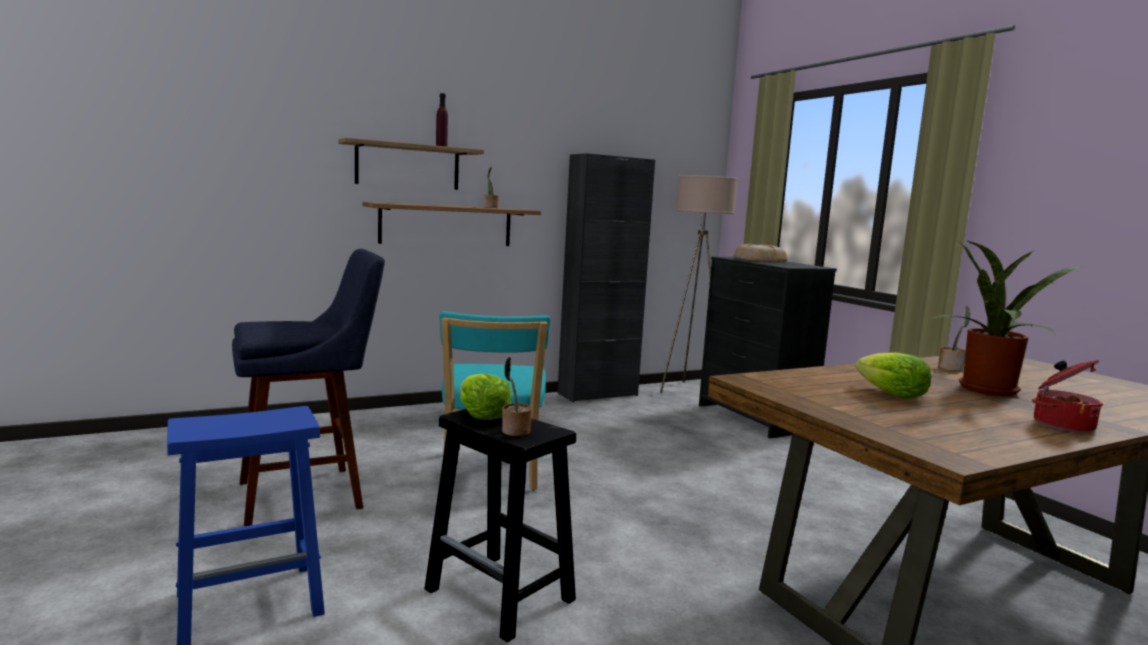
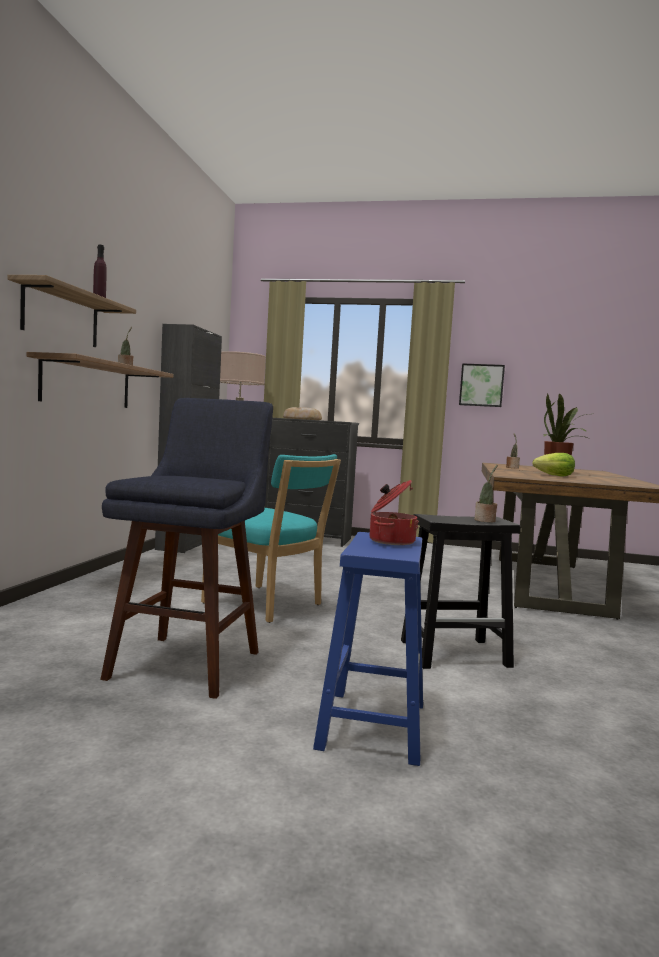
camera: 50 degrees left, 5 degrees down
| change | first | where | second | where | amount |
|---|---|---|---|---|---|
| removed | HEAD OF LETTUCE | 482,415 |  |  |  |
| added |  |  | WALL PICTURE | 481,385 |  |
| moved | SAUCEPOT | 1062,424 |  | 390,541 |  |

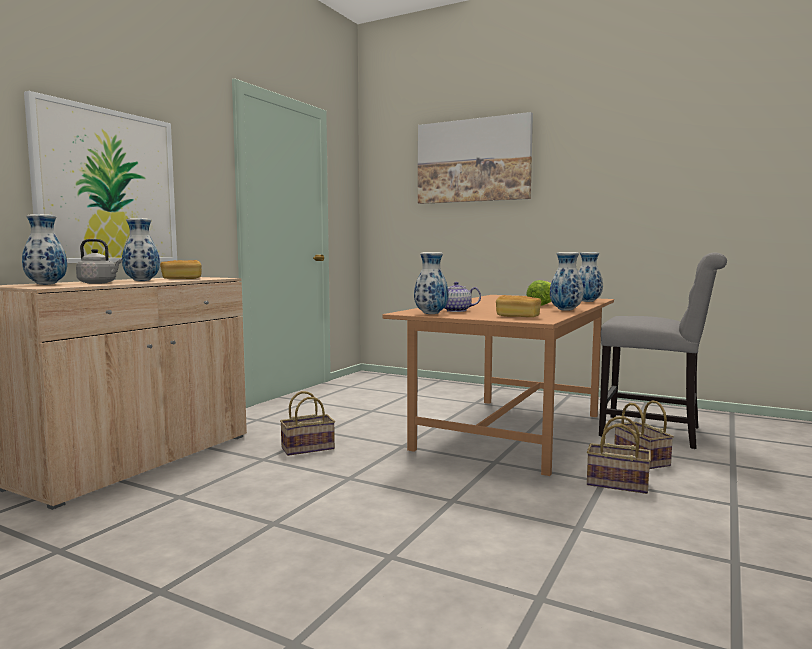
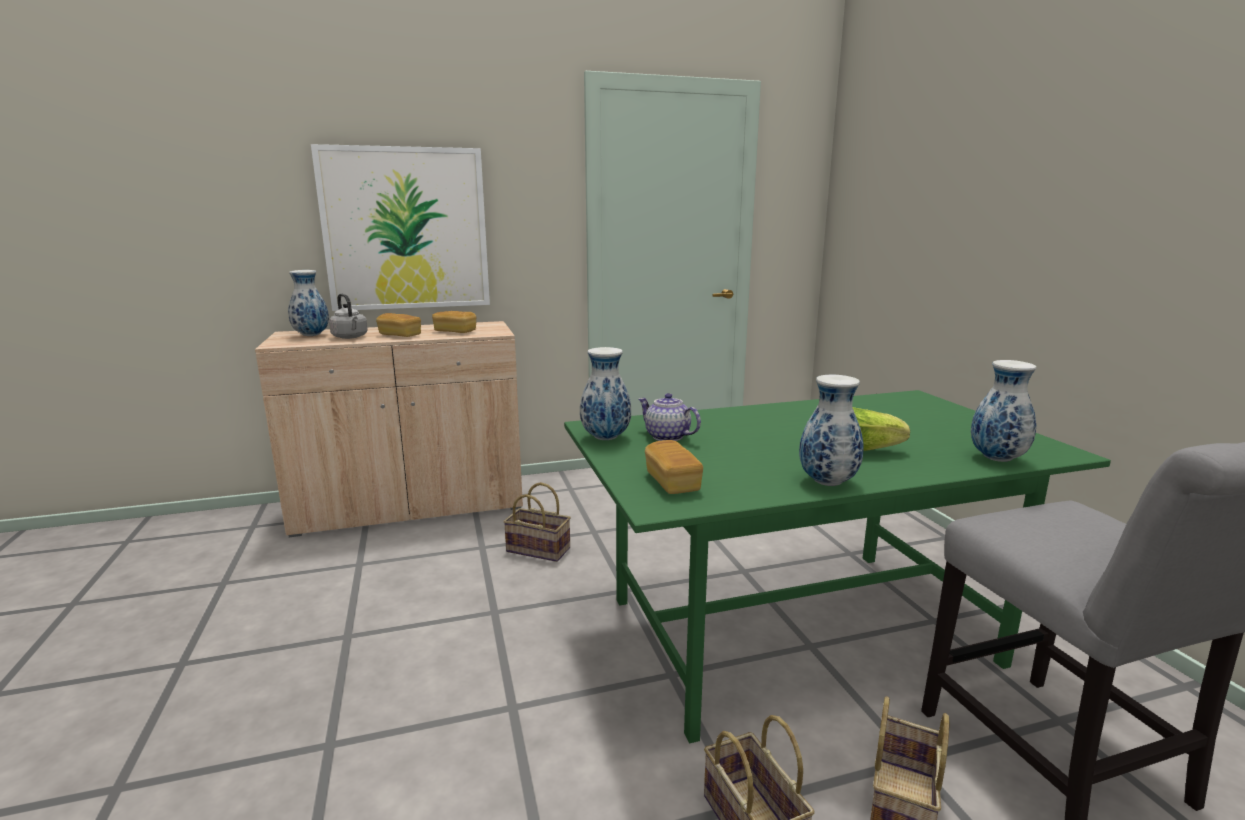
camera: 45 degrees right, 10 degrees up
| change | first | where | second | where | amount |
|---|---|---|---|---|---|
| removed | WALL PICTURE | 473,161 |  |  |  |
| replaced | VASE | 142,281 | BREAD | 400,335 |  |
| recoloured | BROWN DINING TABLE | 510,431 | GREEN-COLOURED DINING TABLE | 798,629 |  |

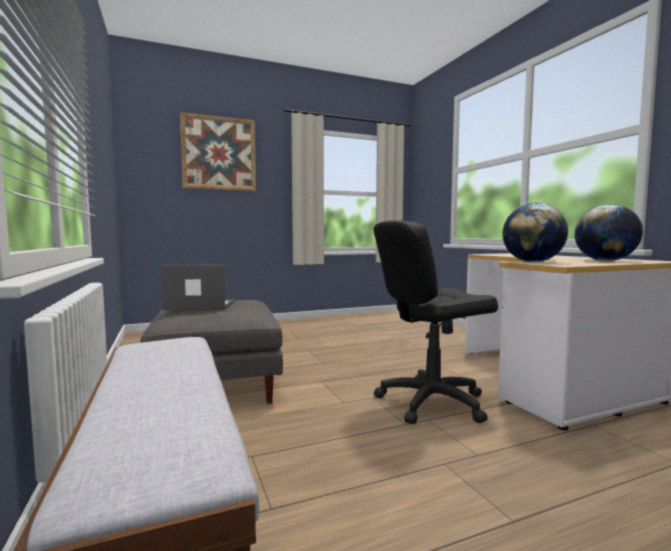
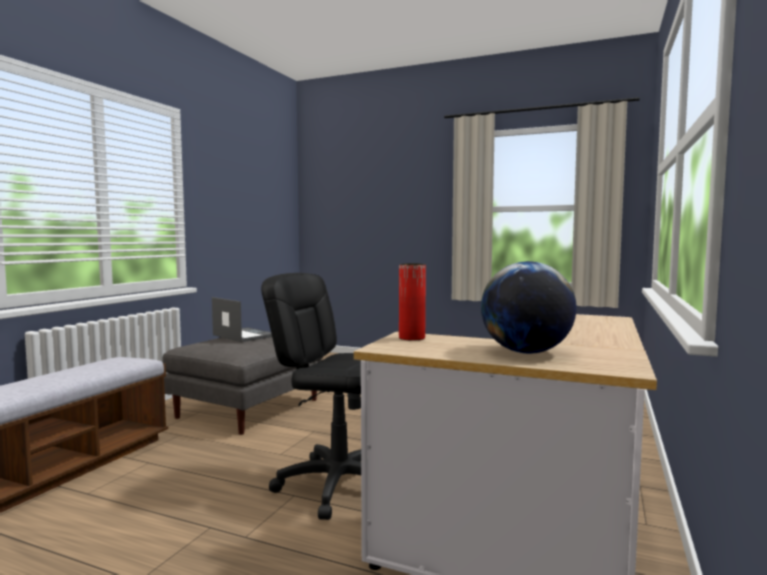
camera: 45 degrees right, 0 degrees up
| change | first | where | second | where | amount |
|---|---|---|---|---|---|
| removed | WALL PICTURE | 219,153 |  |  |  |
| replaced | DESK GLOBE | 532,262 | RED-COLOURED VASE | 412,338 |  |

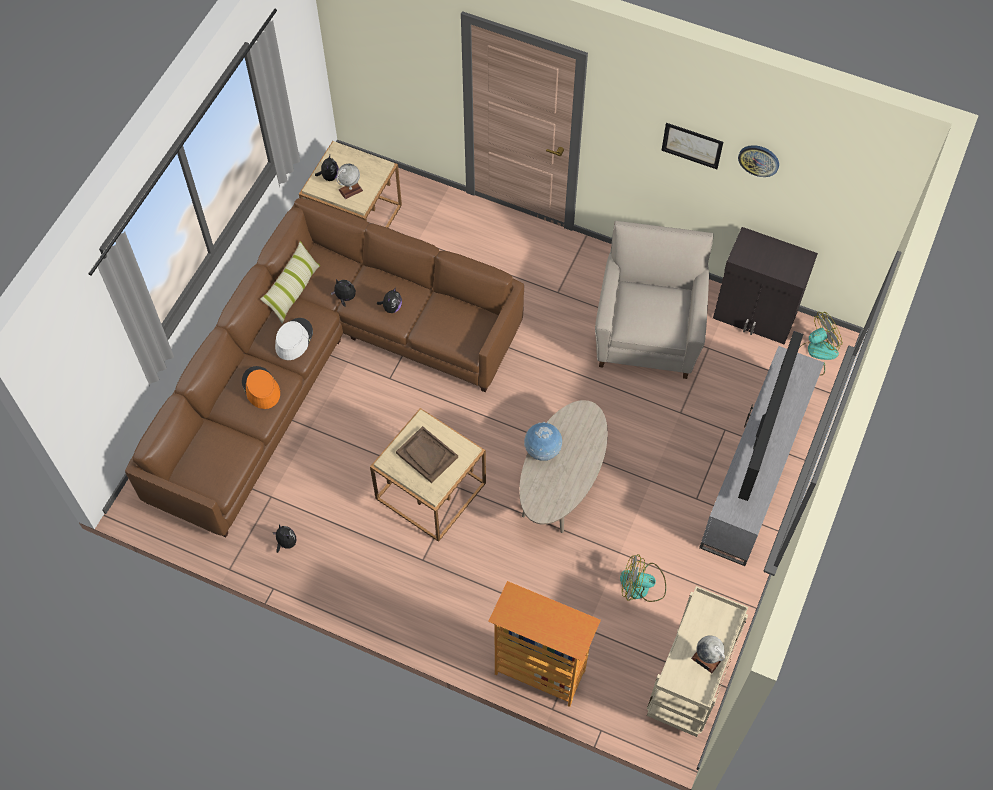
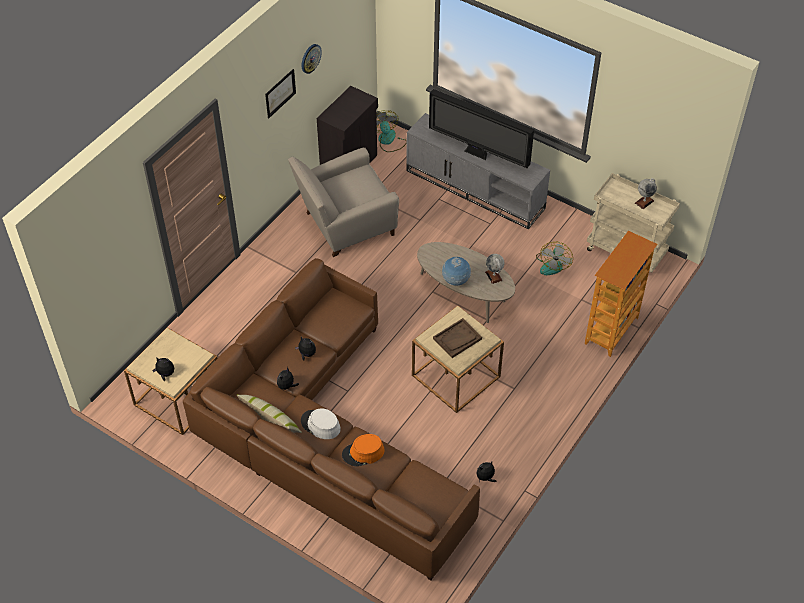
camera: 80 degrees left, 10 degrees down
| change | first | where | second | where | amount |
|---|---|---|---|---|---|
| moved | DESK GLOBE | 350,190 |  | 494,276 |  |
| turned | SAND-COLOURED EASY CHAIR | 648,330 |  | 345,225 | 45 degrees counterclockwise |

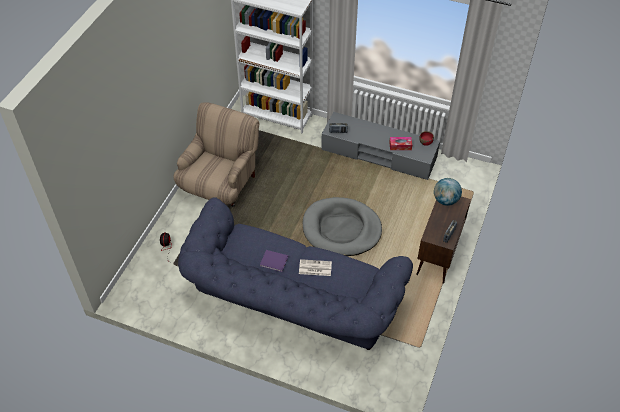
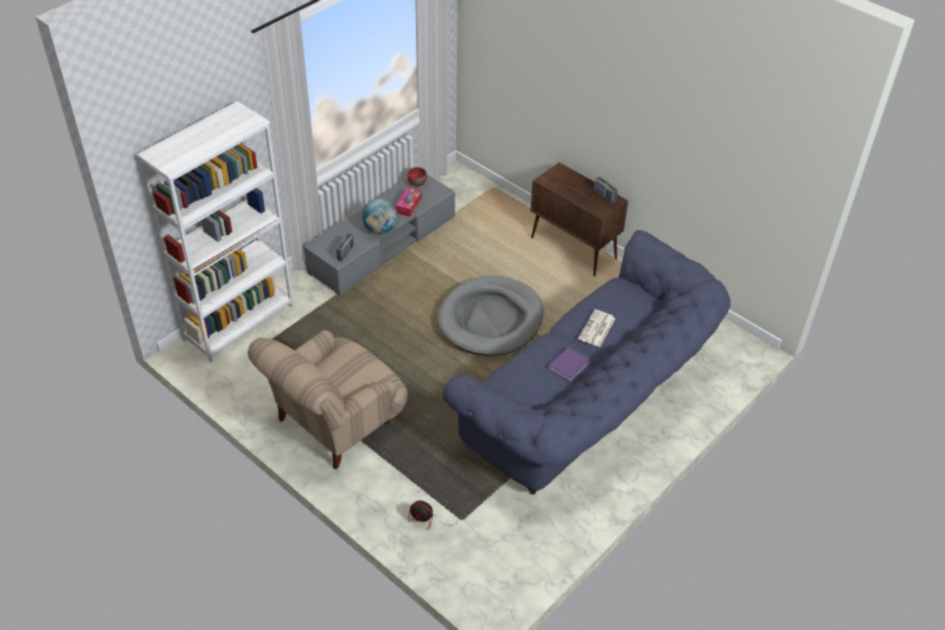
camera: 70 degrees left, 5 degrees down
| change | first | where | second | where | amount |
|---|---|---|---|---|---|
| moved | DESK GLOBE | 445,200 |  | 380,230 |  |
| turned | SAND-COLOURED EASY CHAIR | 220,184 |  | 335,424 | 90 degrees counterclockwise |

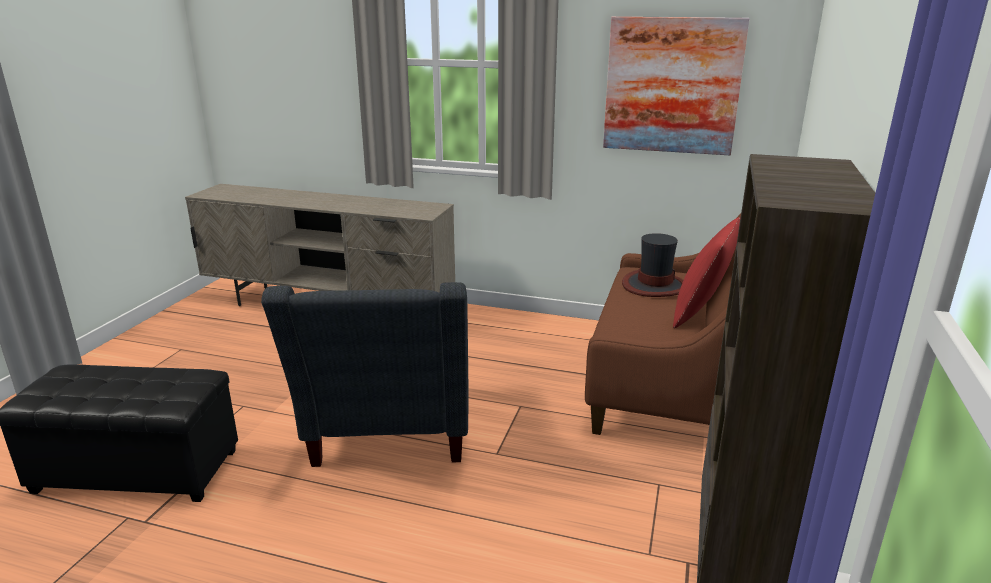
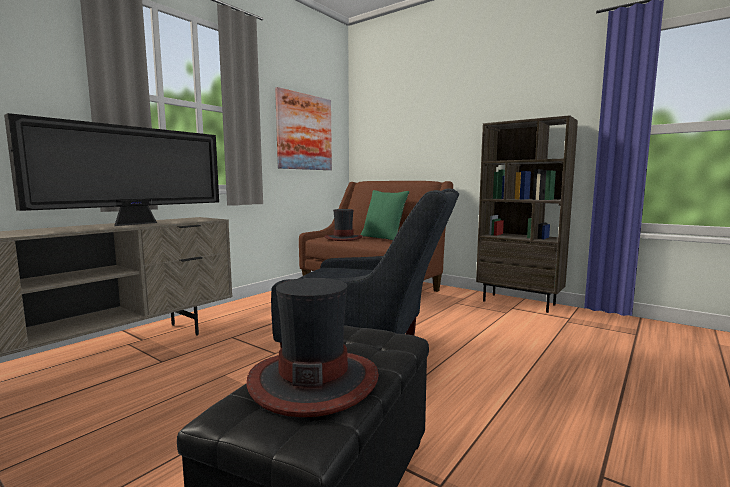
camera: 70 degrees left, 15 degrees down
| change | first | where | second | where | amount |
|---|---|---|---|---|---|
| added |  |  | TELEVISION | 137,223 |  |
| added |  |  | WEARABLE HAT | 313,380 |  |
| recoloured | RED-COLOURED PILLOW | 701,313 | GREEN-COLOURED PILLOW | 383,238 |  |

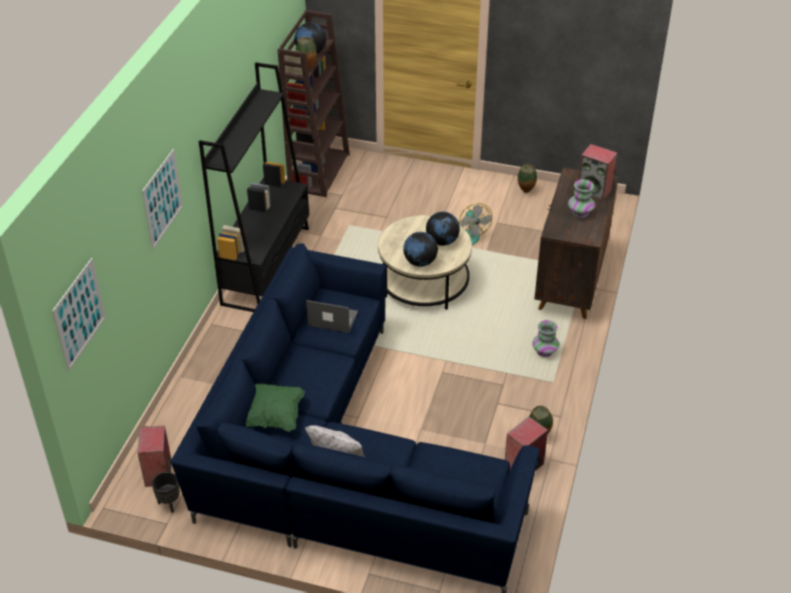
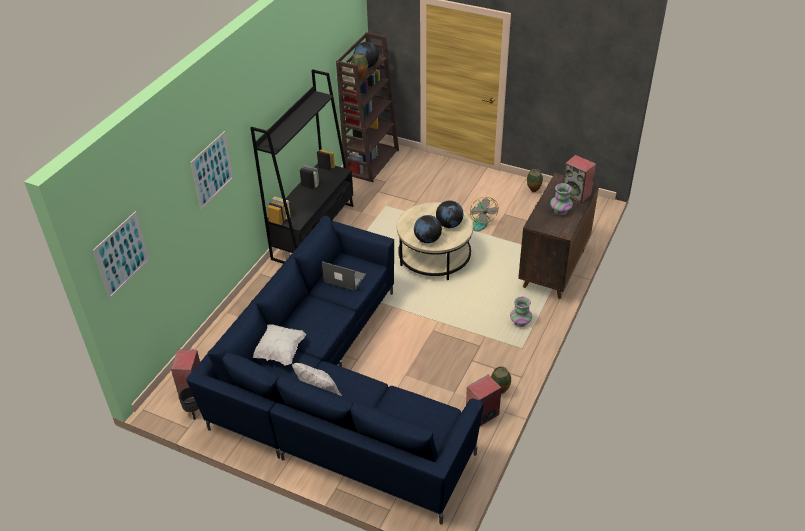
camera: 10 degrees right, 0 degrees up
| change | first | where | second | where | amount |
|---|---|---|---|---|---|
| recoloured | GREEN-COLOURED PILLOW | 272,416 | WHITE-COLOURED PILLOW | 278,352 |  |

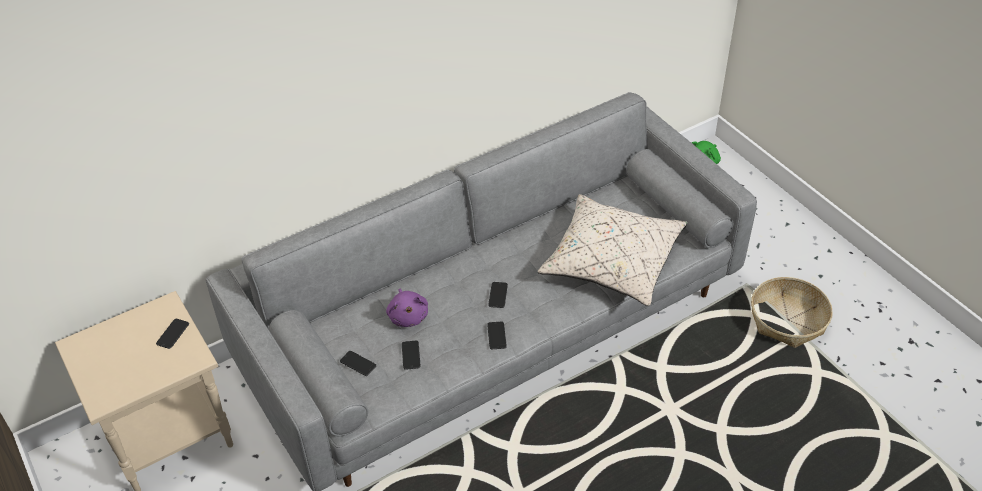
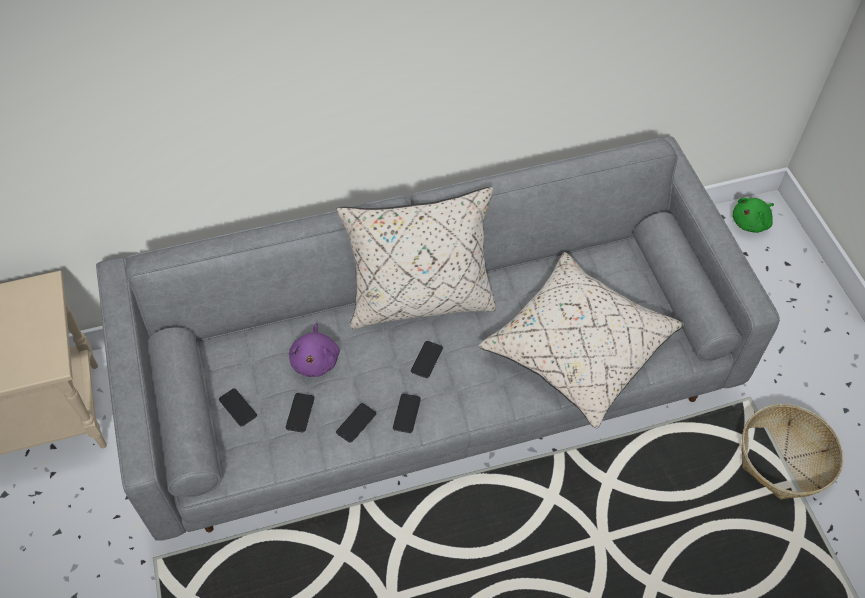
camera: 15 degrees right, 10 degrees up
| change | first | where | second | where | amount |
|---|---|---|---|---|---|
| added |  |  | SAND-COLOURED PILLOW | 420,300 |  |
| moved | TELEPHONE | 173,334 |  | 356,423 |  |

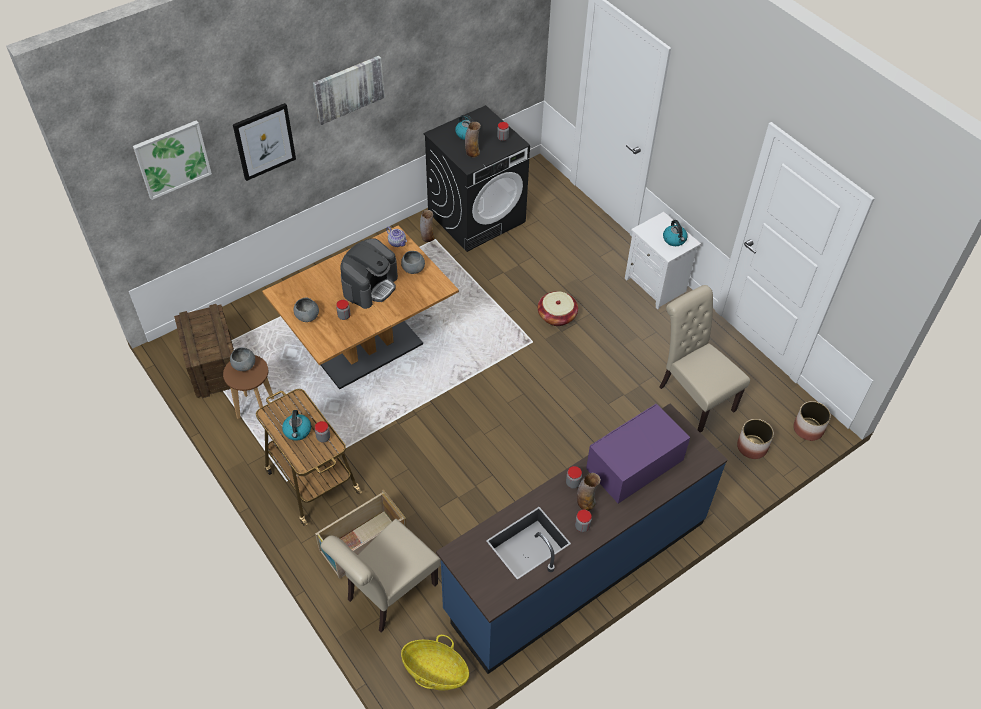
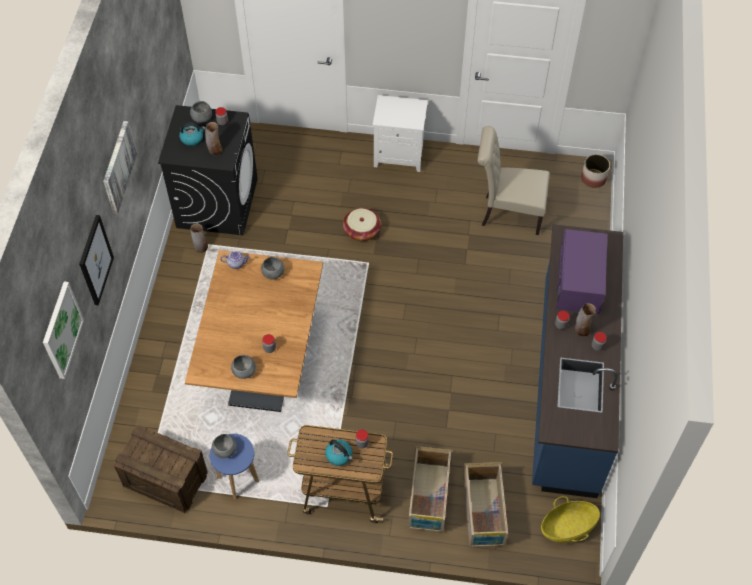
camera: 45 degrees left, 5 degrees up
| change | first | where | second | where | amount |
|---|---|---|---|---|---|
| removed | COFFEE BREWER | 370,285 |  |  |  |
| removed | TEA KETTLE | 674,240 |  |  |  |
| removed | PLANT POT | 752,447 |  |  |  |
| added |  |  | GRAY DEEP DISH | 202,118 |  |
| replaced | SAND-COLOURED UPRIGHT CHAIR | 387,595 | SHIPPING CRATE | 484,512 |  |
| recoloured | BROWN STOOL | 255,408 | BLUE-COLOURED STOOL | 238,479 |  |

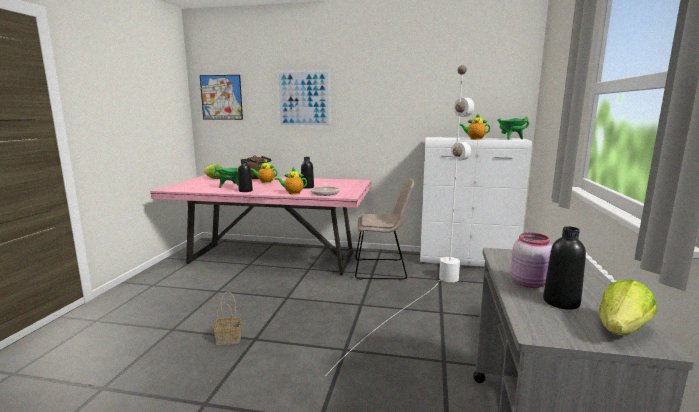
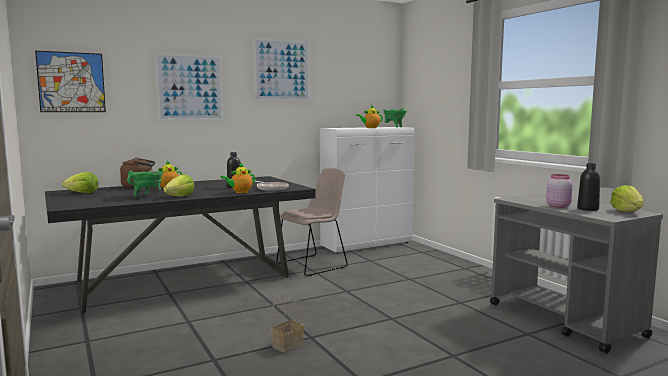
camera: 40 degrees left, 5 degrees down
| change | first | where | second | where | amount |
|---|---|---|---|---|---|
| removed | WHITE-COLOURED FLOOR LAMP | 422,297 |  |  |  |
| added |  |  | WALL PICTURE | 282,70 |  |
| replaced | BLACKISH BEVERAGE BOTTLE | 245,191 | HEAD OF LETTUCE | 180,196 |  |
| recoloured | PINKISH DINING TABLE | 273,258 | BLACKISH DINING TABLE | 186,282 |  |

